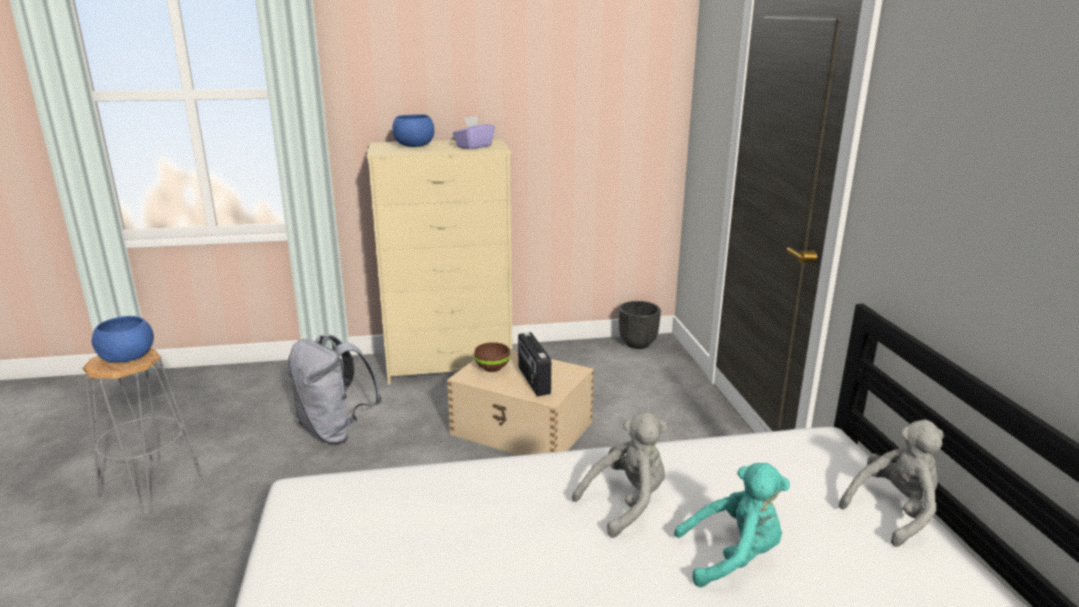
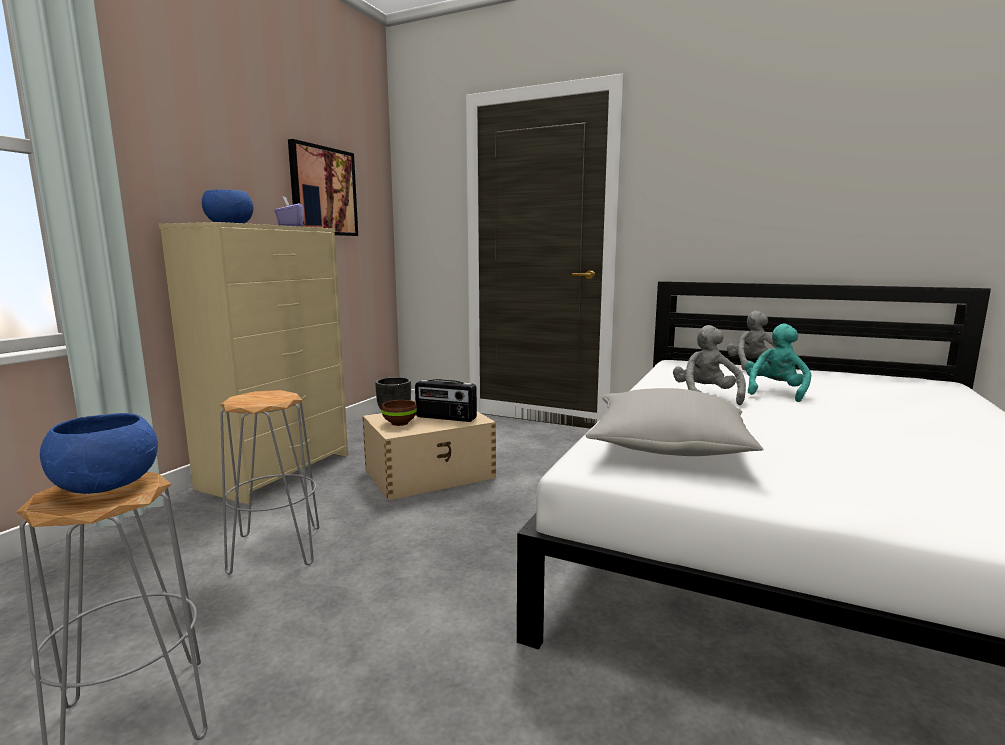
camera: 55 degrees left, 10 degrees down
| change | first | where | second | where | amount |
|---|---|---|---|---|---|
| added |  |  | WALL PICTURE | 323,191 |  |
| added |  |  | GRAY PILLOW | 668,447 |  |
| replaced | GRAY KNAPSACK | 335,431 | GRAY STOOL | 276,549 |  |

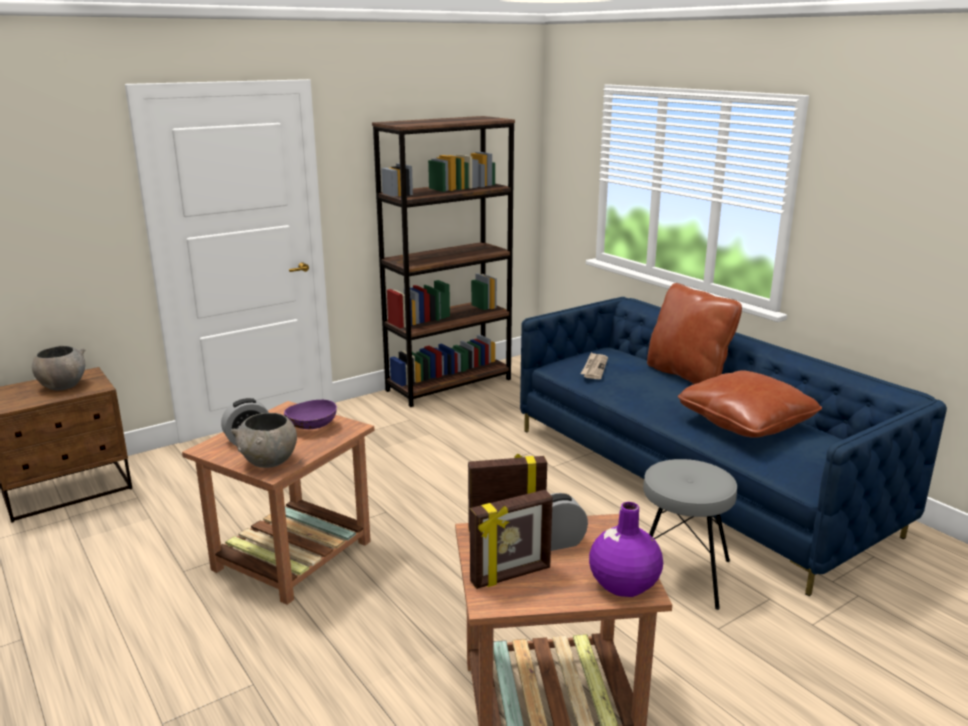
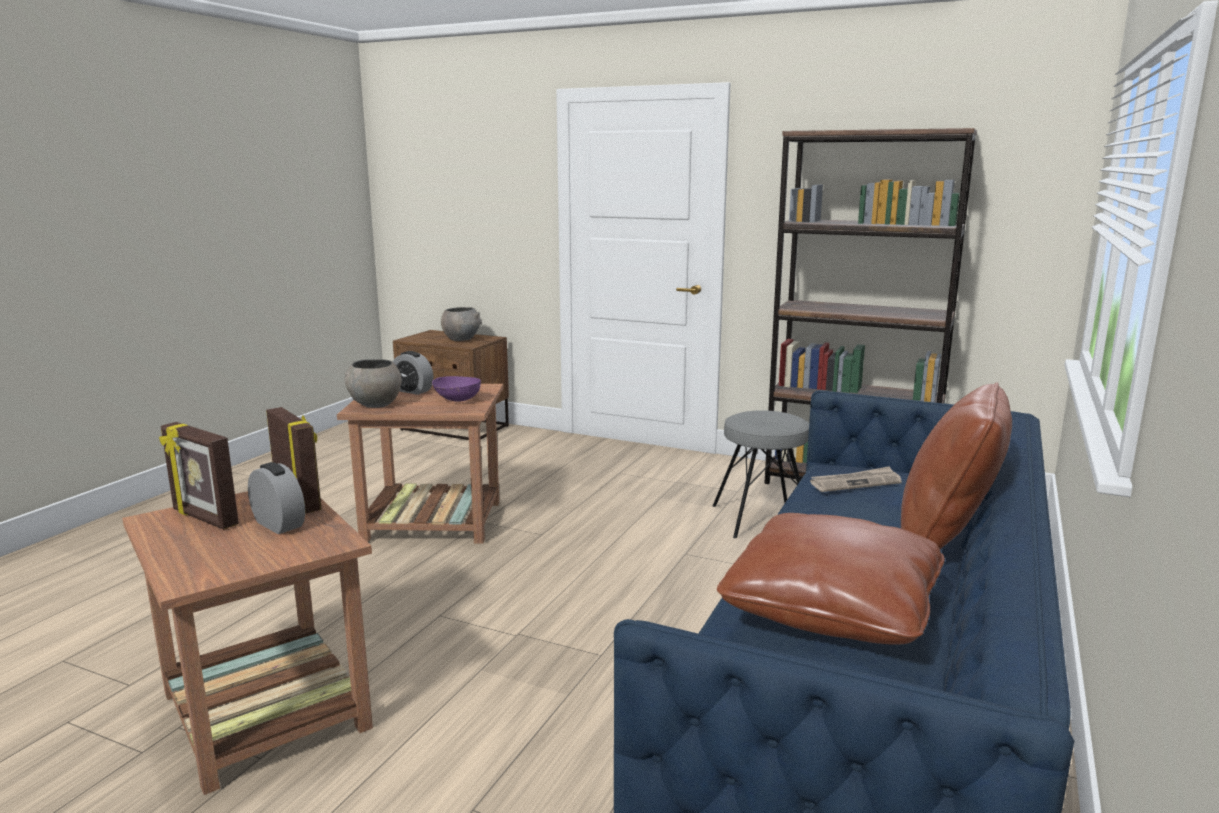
camera: 60 degrees right, 5 degrees down
| change | first | where | second | where | amount |
|---|---|---|---|---|---|
| removed | PURPLISH VASE | 623,583 |  |  |  |
| moved | GRAY STOOL | 680,574 |  | 761,519 |  |

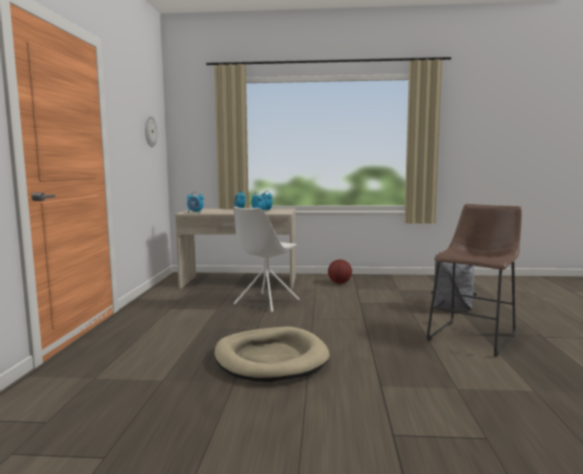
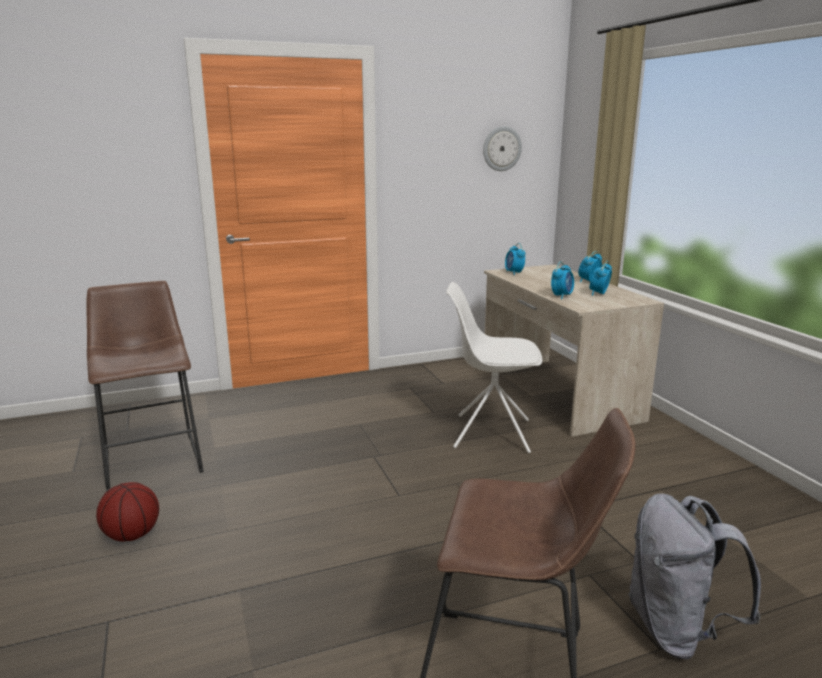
camera: 65 degrees right, 10 degrees up
| change | first | where | second | where | amount |
|---|---|---|---|---|---|
| removed | SAND-COLOURED DOG BED | 270,359 |  |  |  |
| added |  |  | BROWN STOOL | 153,457 |  |
| moved | BASKETBALL BALL | 339,283 |  | 132,535 |  |

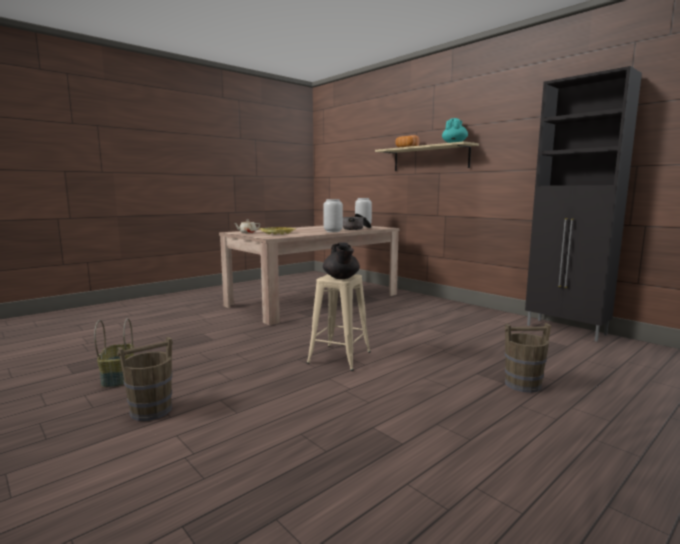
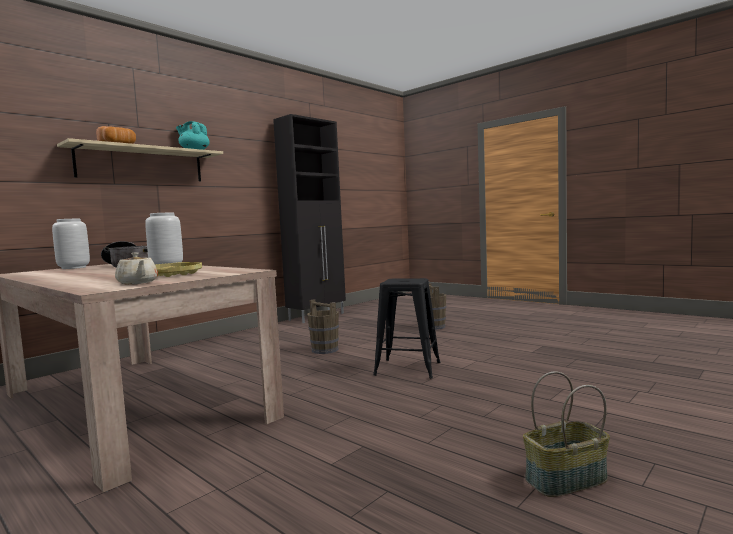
camera: 95 degrees left, 5 degrees down
| change | first | where | second | where | amount |
|---|---|---|---|---|---|
| removed | BLACKISH TEAPOT | 341,278 |  |  |  |
| moved | BROWN WATER BUCKET | 150,411 |  | 325,350 |  |
| recoloured | SAND-COLOURED STOOL | 339,357 | BLACKISH STOOL | 407,368 |  |

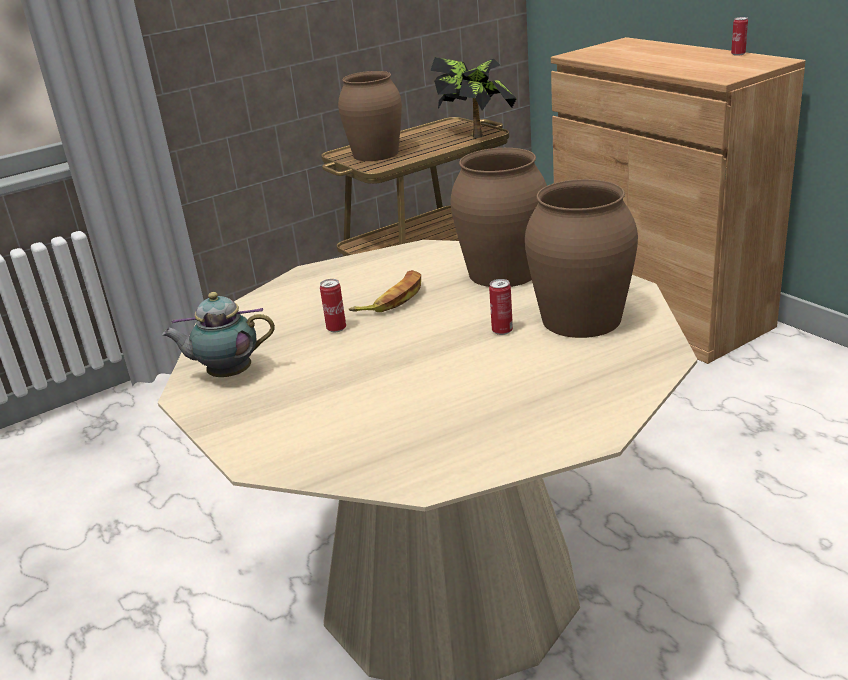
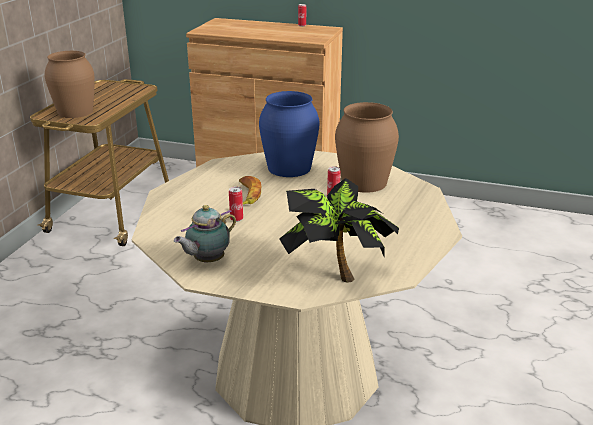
camera: 40 degrees left, 0 degrees up
| change | first | where | second | where | amount |
|---|---|---|---|---|---|
| moved | PLANT IN A POT | 475,133 |  | 336,273 |  |
| recoloured | BROWN VASE | 502,272 | BLUE-COLOURED VASE | 288,168 |  |

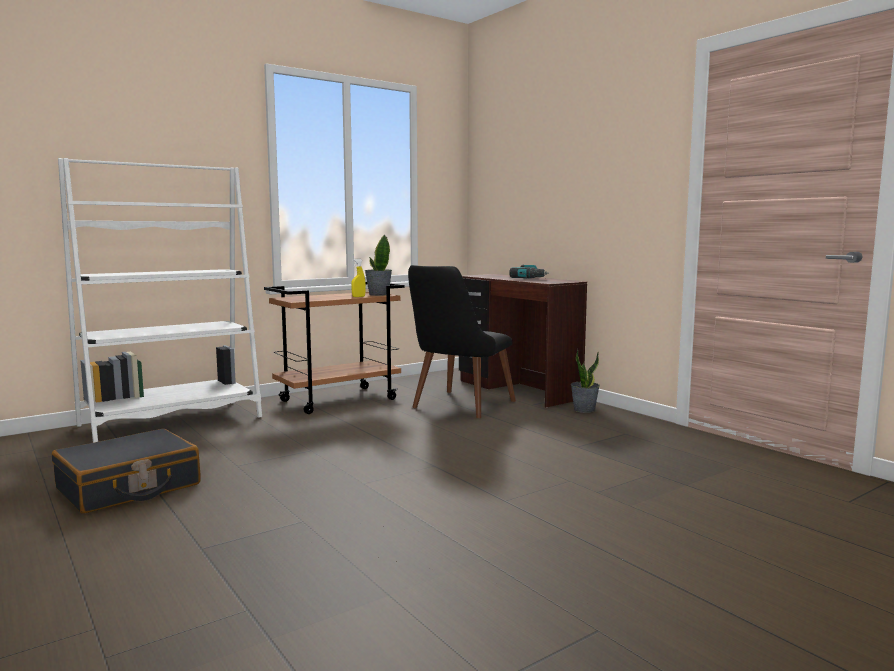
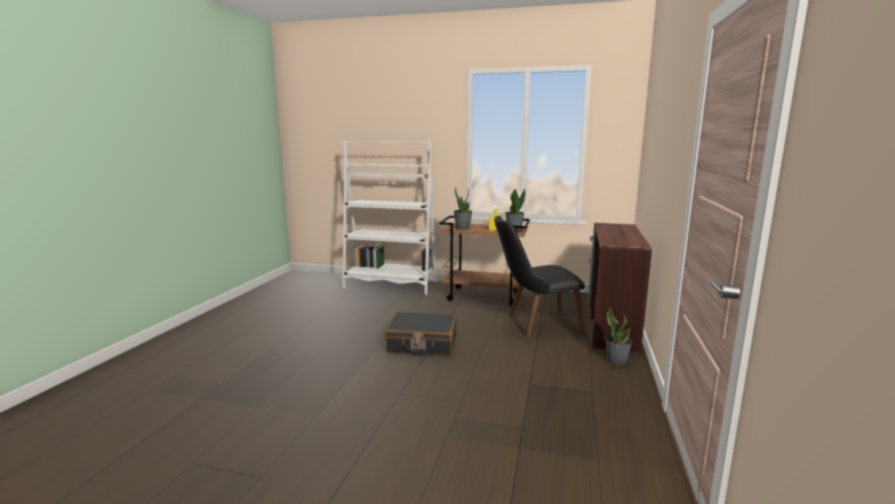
camera: 50 degrees right, 5 degrees up
| change | first | where | second | where | amount |
|---|---|---|---|---|---|
| removed | DRILL | 529,278 |  |  |  |
| added |  |  | PLANT IN A POT | 462,228 |  |
| moved | BLACKISH PIECE OF LUGGAGE | 129,487 |  | 422,344 |  |

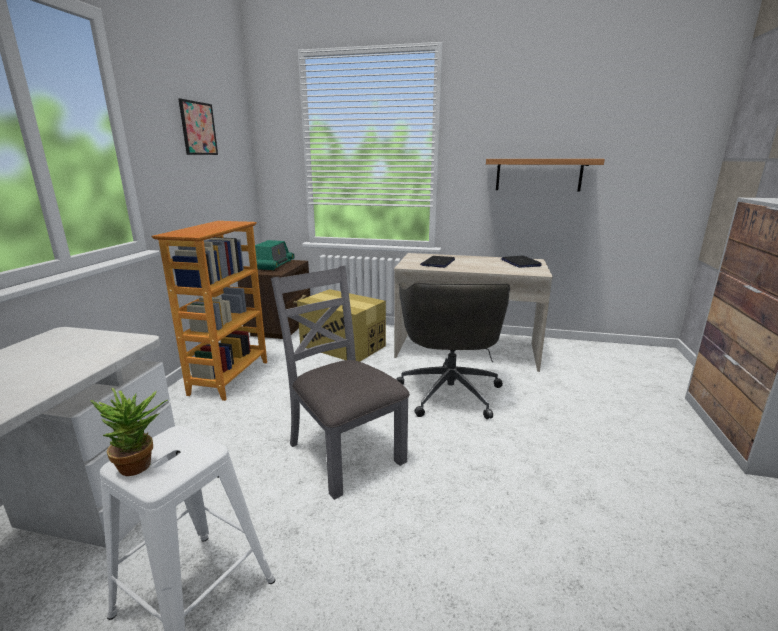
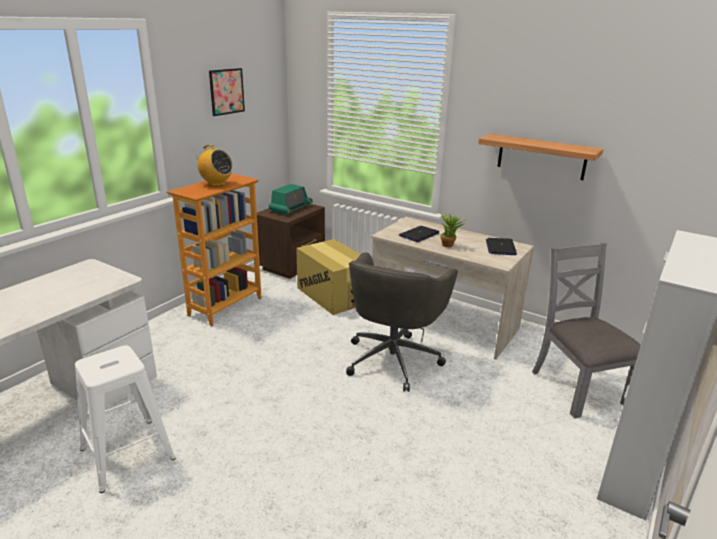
camera: 20 degrees right, 5 degrees up
| change | first | where | second | where | amount |
|---|---|---|---|---|---|
| added |  |  | RADIO | 216,184 |  |
| moved | PLANT IN A POT | 142,465 |  | 450,245 |  |
| moved | GRAY UPRIGHT CHAIR | 344,452 |  | 577,387 |  |

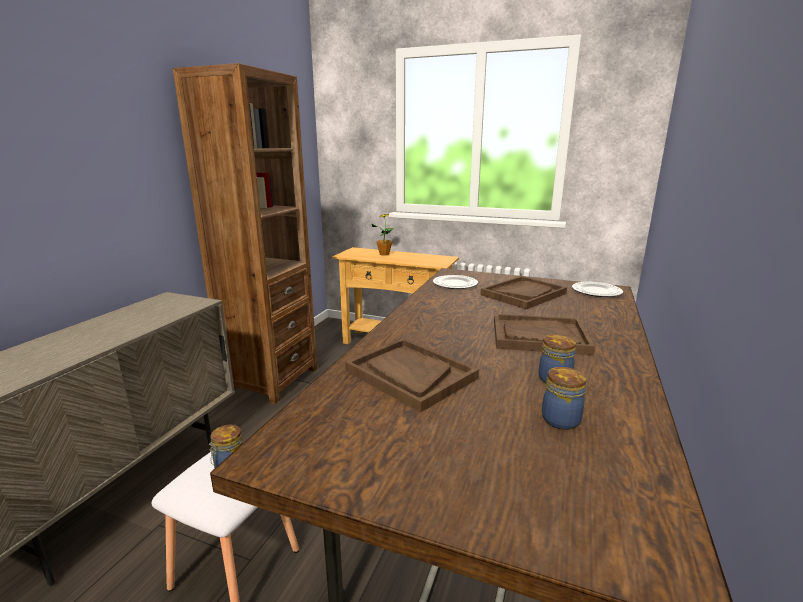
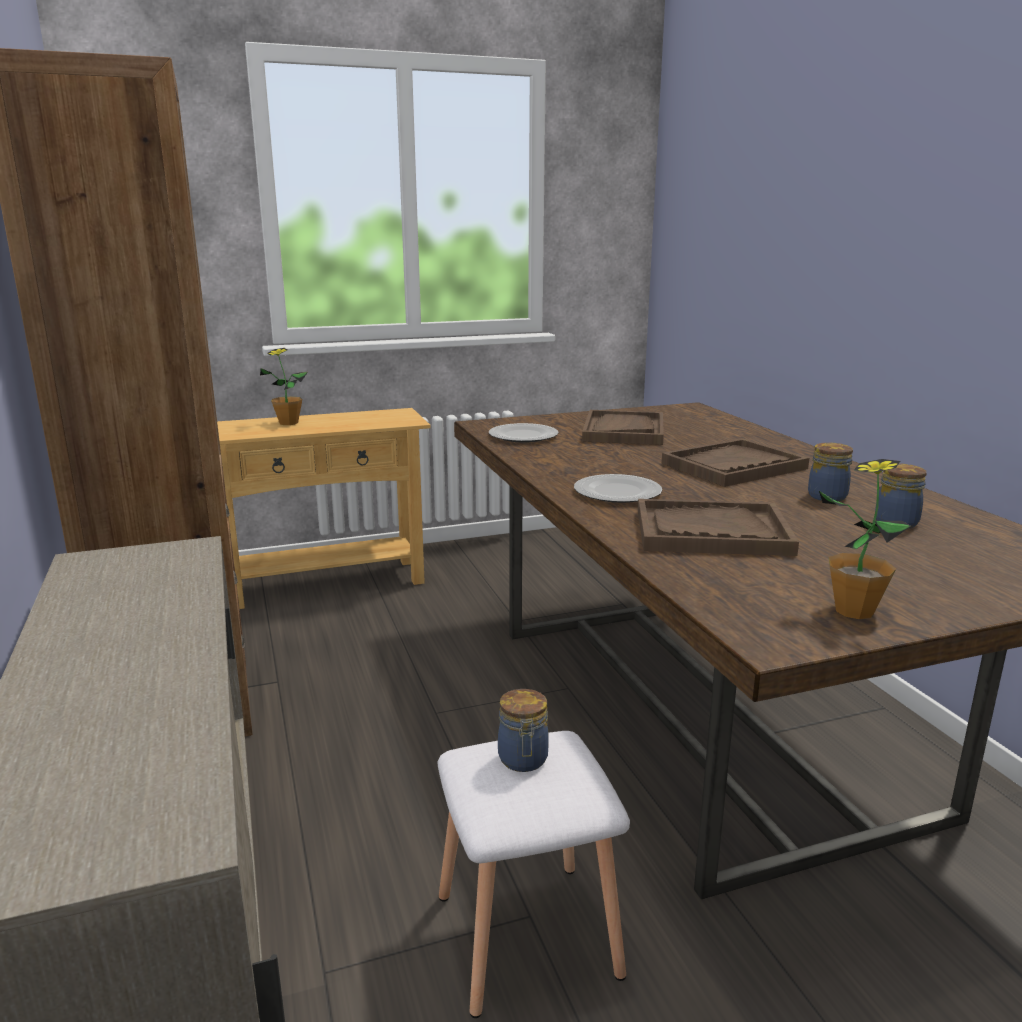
camera: 40 degrees left, 0 degrees up
| change | first | where | second | where | amount |
|---|---|---|---|---|---|
| added |  |  | PLANT IN A POT | 854,610 |  |
| moved | FLAT DISH | 596,291 |  | 617,492 |  |

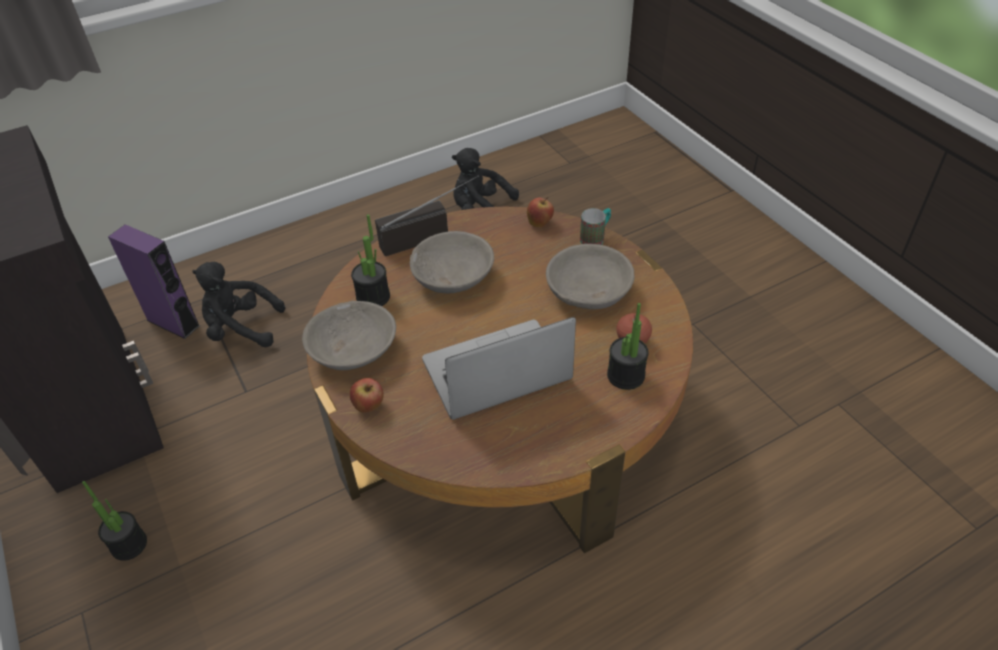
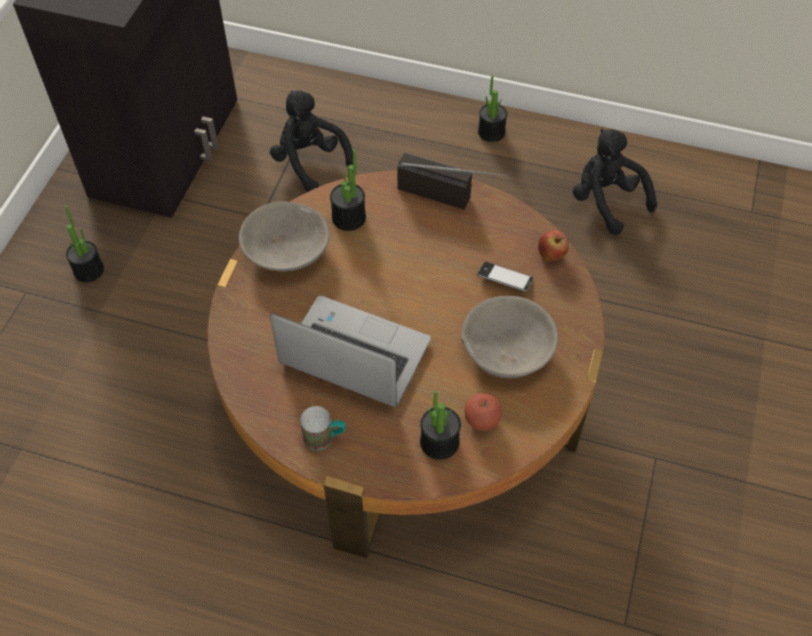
camera: 45 degrees right, 10 degrees up
| change | first | where | second | where | amount |
|---|---|---|---|---|---|
| removed | PURPLISH AUDIO SPEAKER | 173,323 |  |  |  |
| removed | APPLE | 369,406 |  |  |  |
| removed | GRAY DEEP DISH | 453,276 |  |  |  |
| added |  |  | TELEPHONE | 504,279 |  |
| added |  |  | PLANT IN A POT | 491,132 |  |
| moved | COFFEE MUG | 595,238 |  | 325,438 |  |

